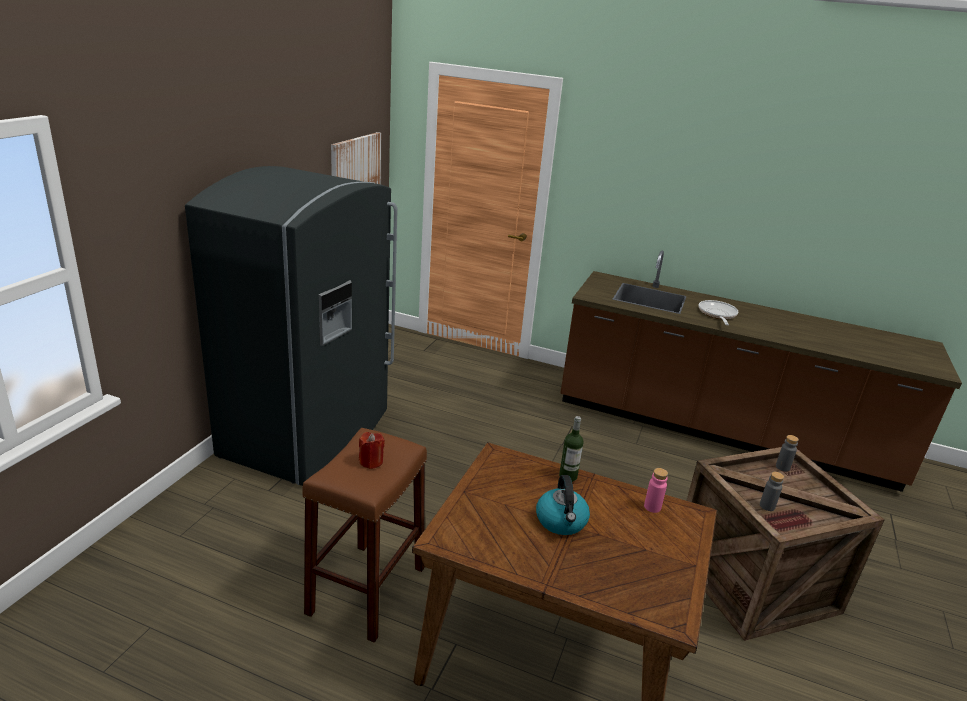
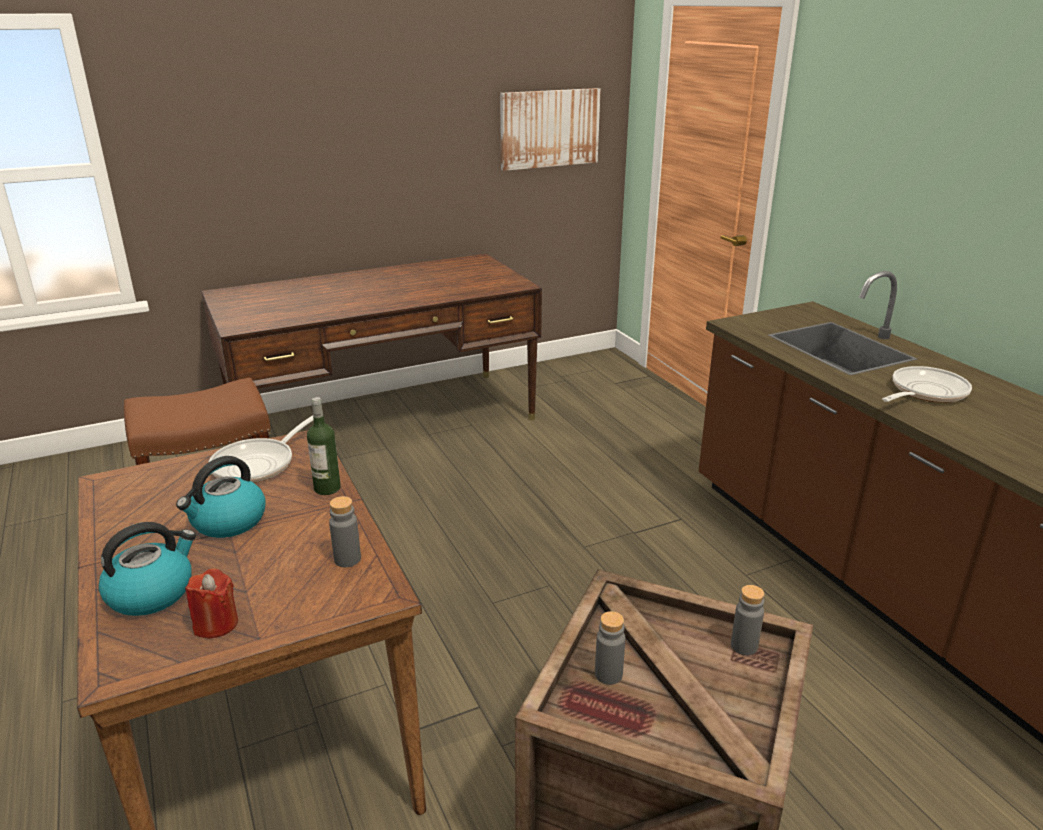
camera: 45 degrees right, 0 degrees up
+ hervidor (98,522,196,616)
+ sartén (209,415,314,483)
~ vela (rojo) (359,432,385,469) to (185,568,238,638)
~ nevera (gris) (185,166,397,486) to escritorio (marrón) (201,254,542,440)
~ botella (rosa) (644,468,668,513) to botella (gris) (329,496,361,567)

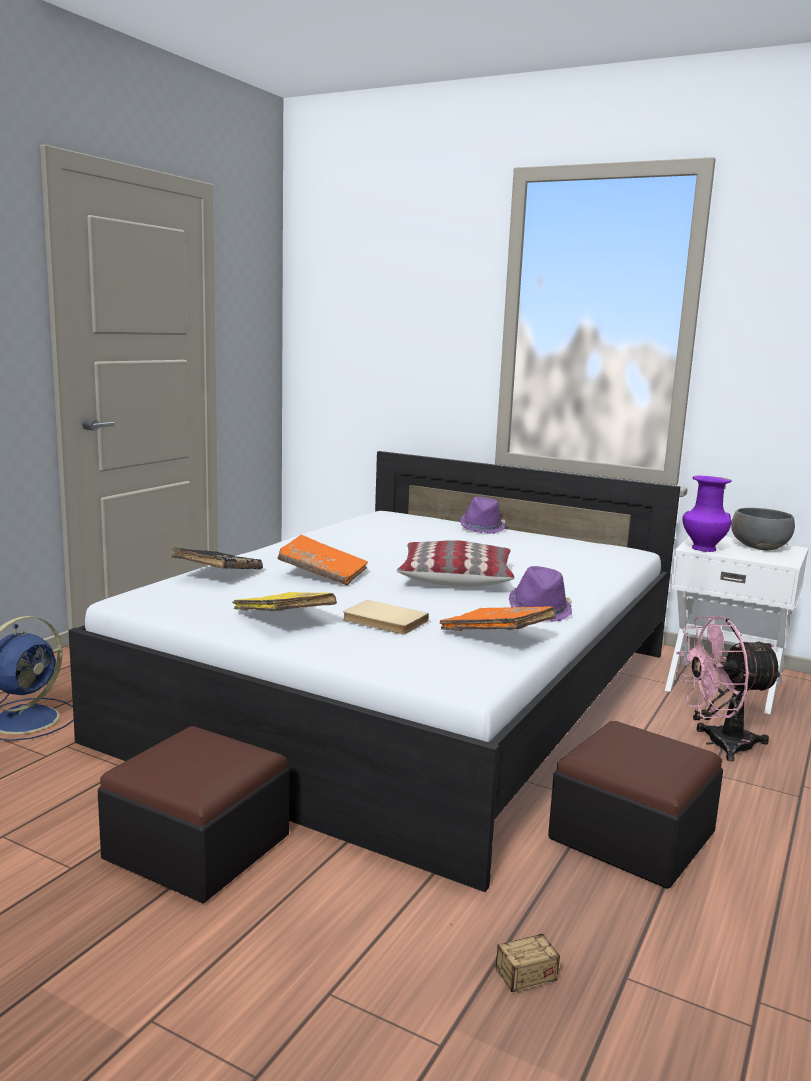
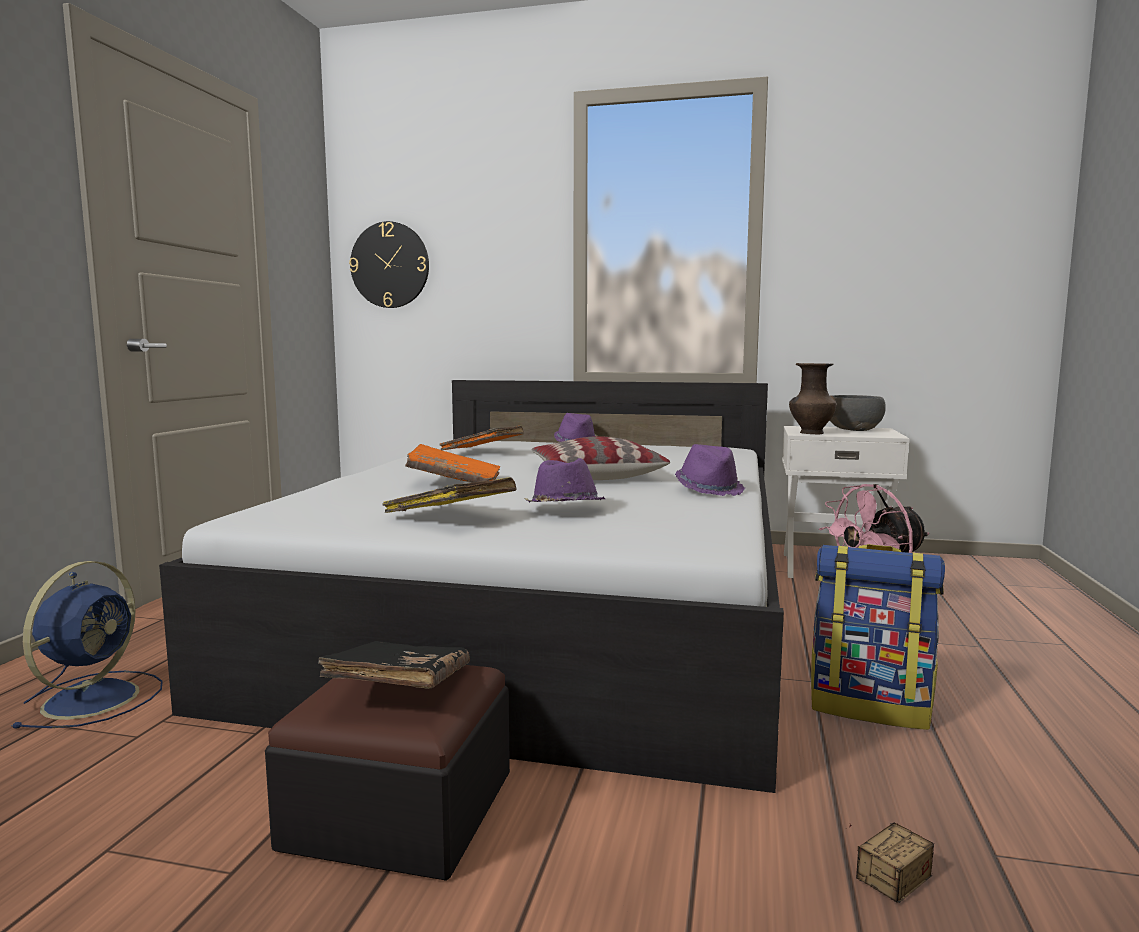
camera: 15 degrees left, 5 degrees down
+ reloj de pared (349,221,429,308)
~ libro (negro) (171,547,263,569) to (318,641,470,689)
~ libro (naranja) (440,607,556,631) to (439,426,524,450)
~ libro (beis) (343,600,429,634) to sombrero (morado) (524,458,605,502)
~ puf (548,721,723,889) to mochila (811,544,945,730)
~ florero (morado) (682,476,732,552) to florero (marrón) (789,363,836,434)

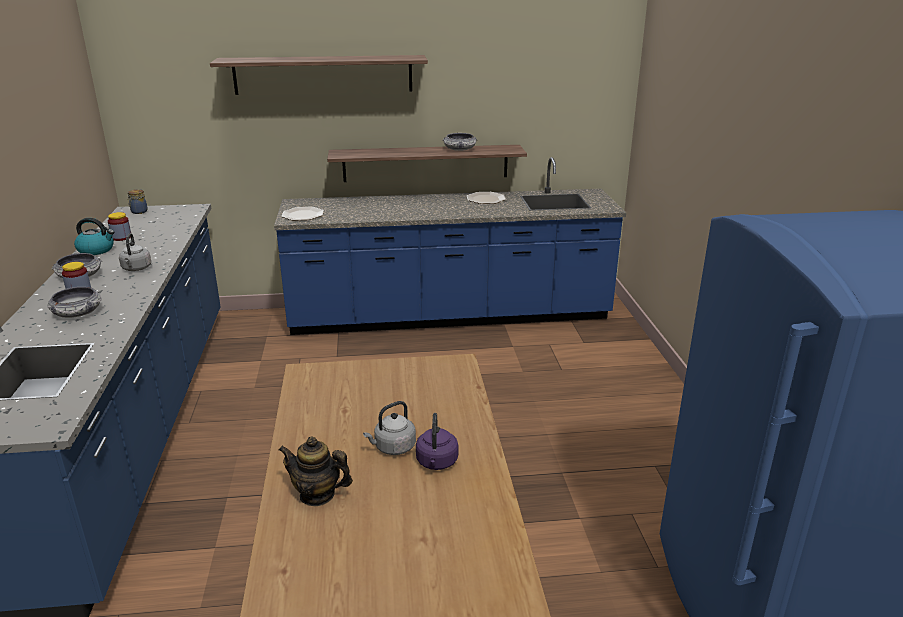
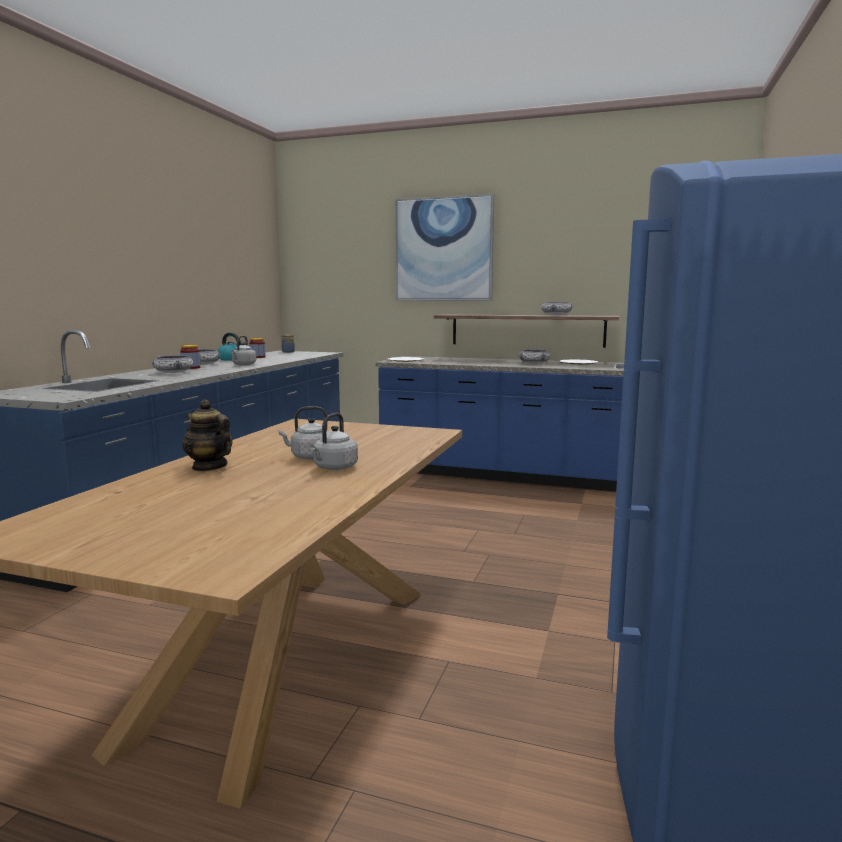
camera: 25 degrees right, 15 degrees down
+ cuenco (518,349,551,364)
~ estante (210,55,428,95) to cuadro (395,194,494,301)
~ hervidor (morado) (416,413,458,470) to hervidor (gris) (310,413,358,470)

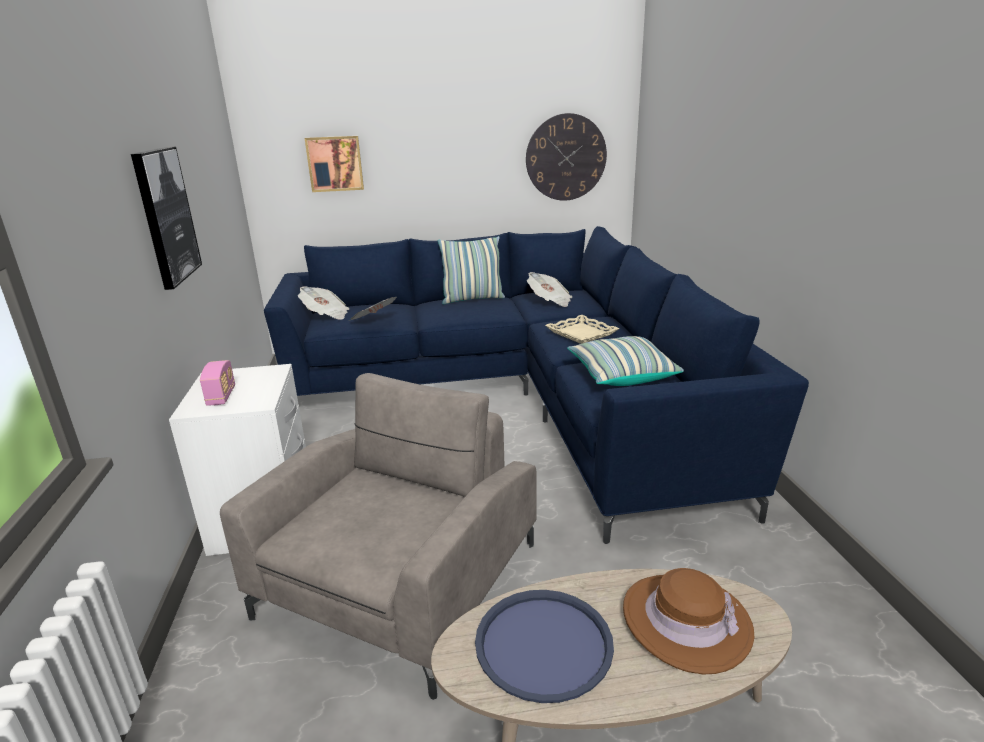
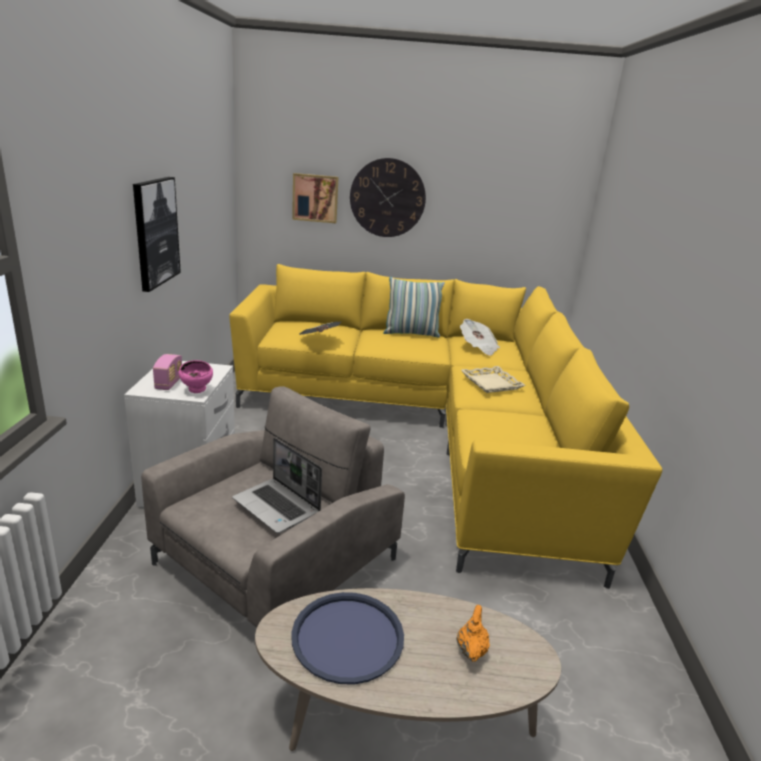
camera: 10 degrees right, 0 degrees up
- periódico (298,286,350,320)
- cojín (567,336,684,386)
+ cuenco (rosa) (179,360,213,393)
+ portátil (232,438,322,533)
~ reloj de pared (526,113,607,201) to (350,158,426,237)
~ sombrero (marrón) (623,568,754,675) to tetera (naranja) (457,605,490,662)
~ sofá (azul) (264,226,809,544) to sofá (amarillo) (229,264,662,589)

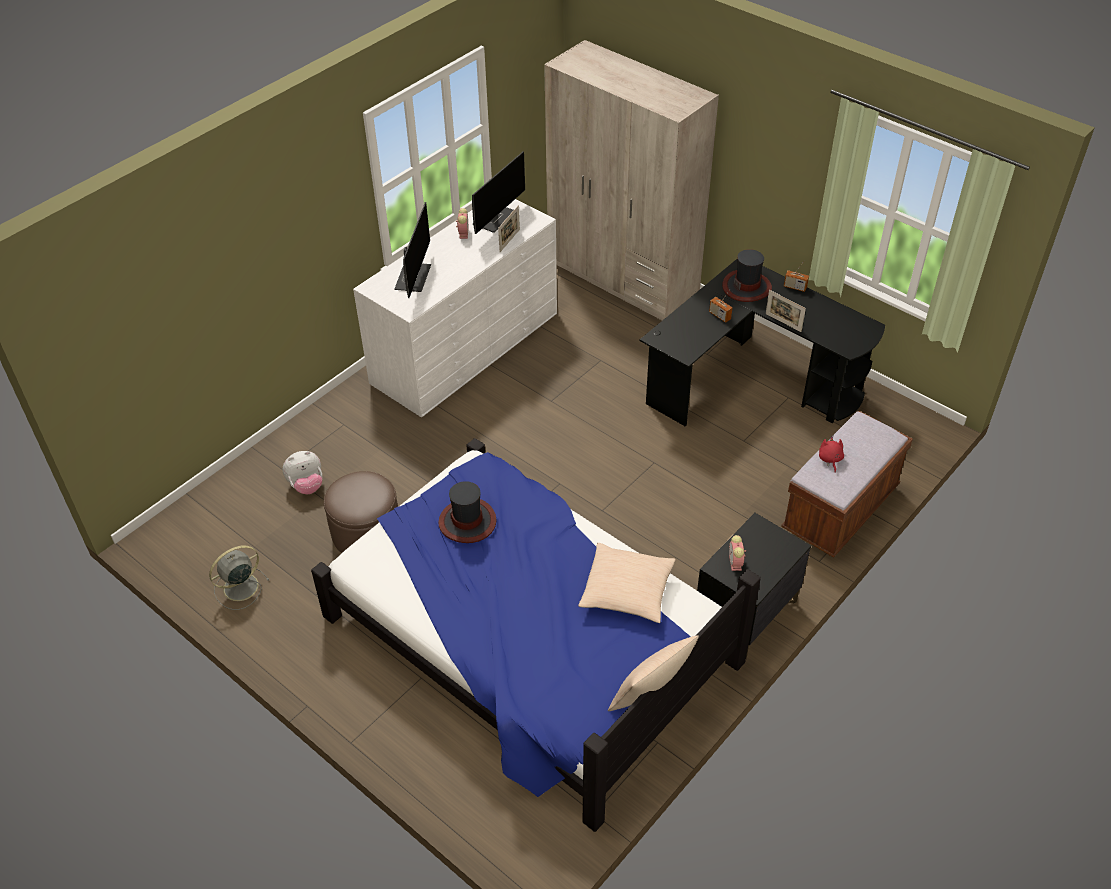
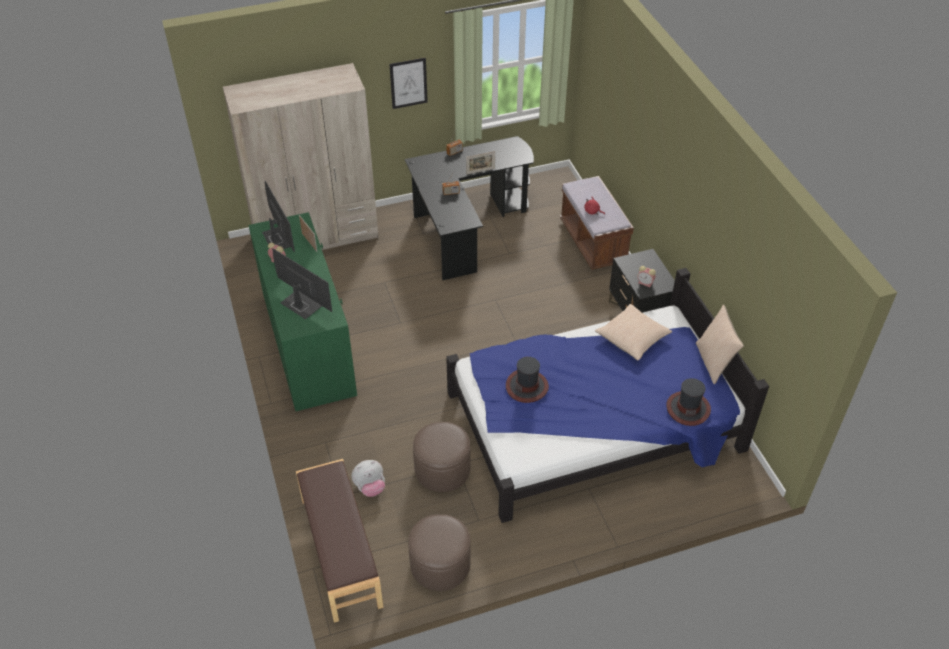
camera: 60 degrees left, 0 degrees up
+ banco (marrón) (296,459,384,623)
+ cuadro (389,57,428,109)
~ sombrero (722,249,772,302) to (666,378,711,426)
~ ventilador (gris) (209,545,269,610) to puf (marrón) (408,514,471,591)
~ cómoda (blanco) (353,199,557,418) to cómoda (verde) (249,212,357,411)
~ peluche (282,451,322,494) = (351,460,385,497) 60 degrees clockwise

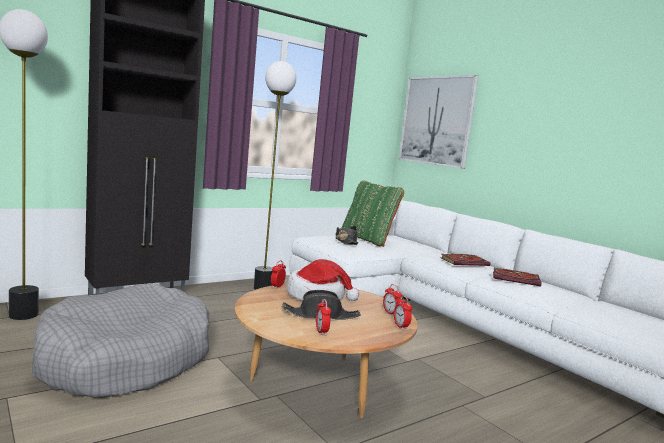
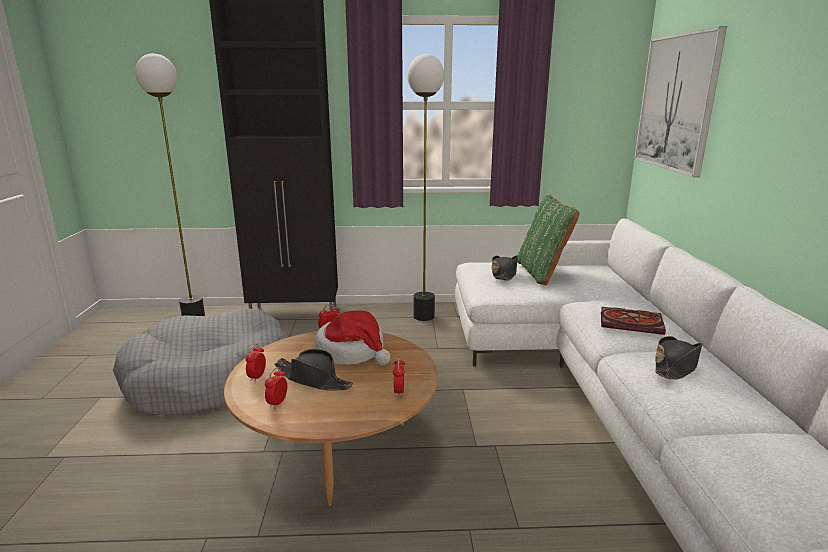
camera: 35 degrees right, 10 degrees up
~ despertador (394,296,412,330) to (245,344,266,382)
~ libro (493,268,542,286) to sombrero (negro) (655,336,703,380)

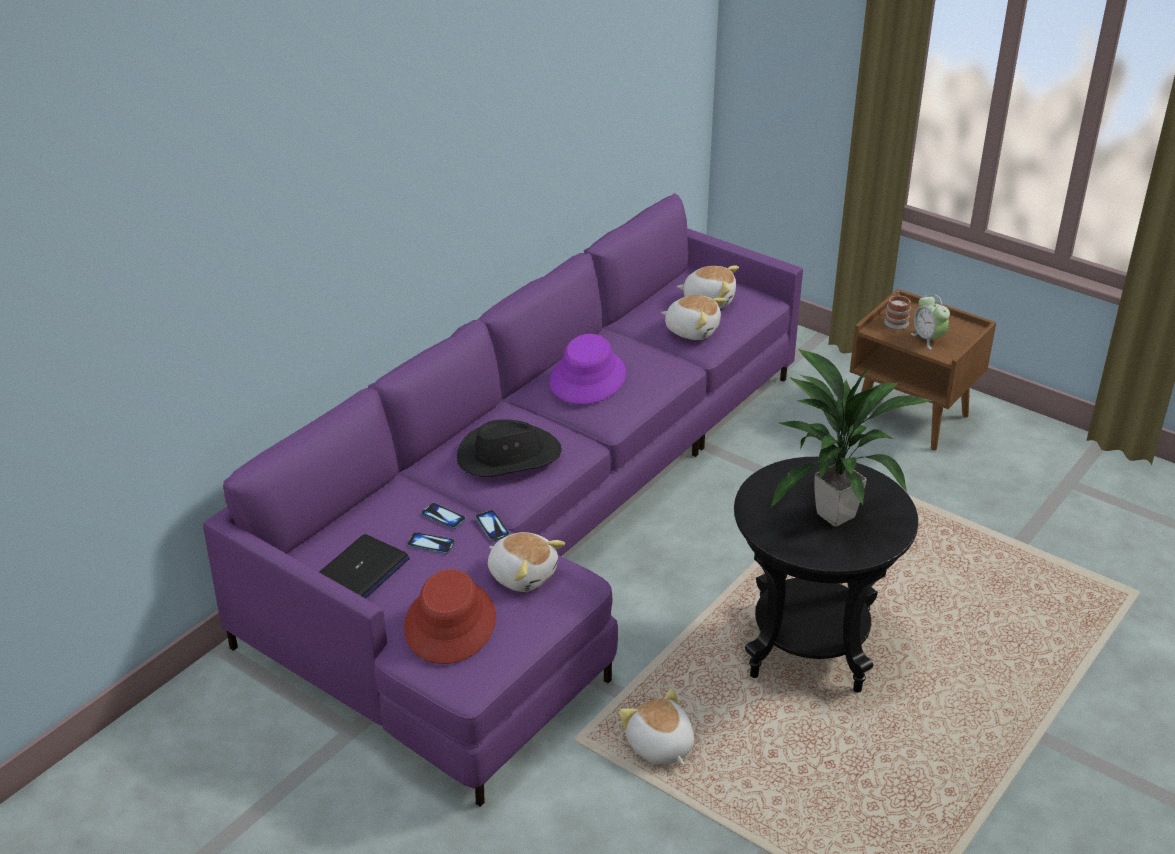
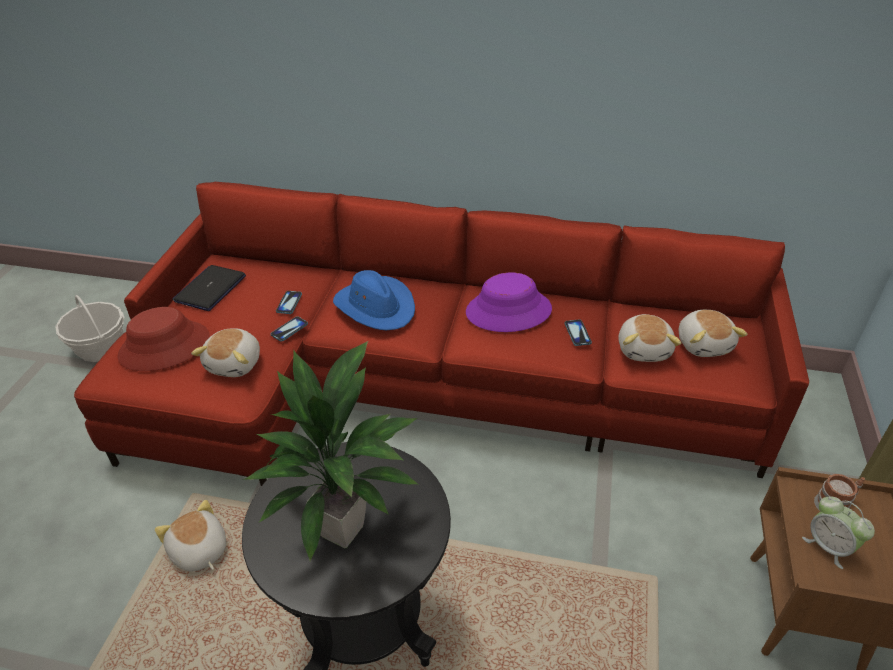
camera: 65 degrees right, 5 degrees up
+ cesta (55,295,125,362)
~ móvil (407,532,455,554) to (564,319,592,346)
~ sofá (morado) (203,193,803,807) to sofá (rojo) (74,182,809,486)
~ sombrero (negro) (457,419,562,477) to sombrero (azul) (333,270,415,330)
~ portátil (319,534,410,599) = (172,265,246,311) 105 degrees clockwise
~ peluche (619,689,694,765) = (155,500,226,572) 75 degrees counterclockwise
~ despertador (911,294,950,349) = (802,497,875,569) 75 degrees counterclockwise

